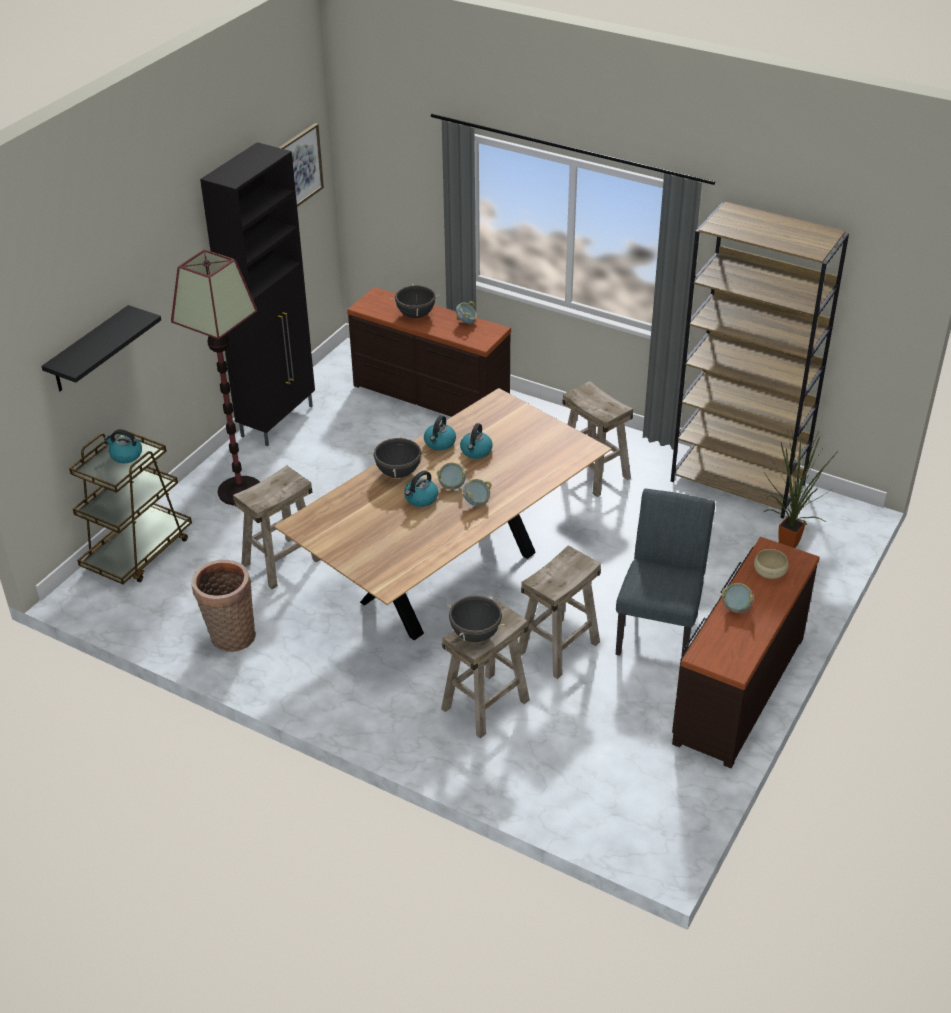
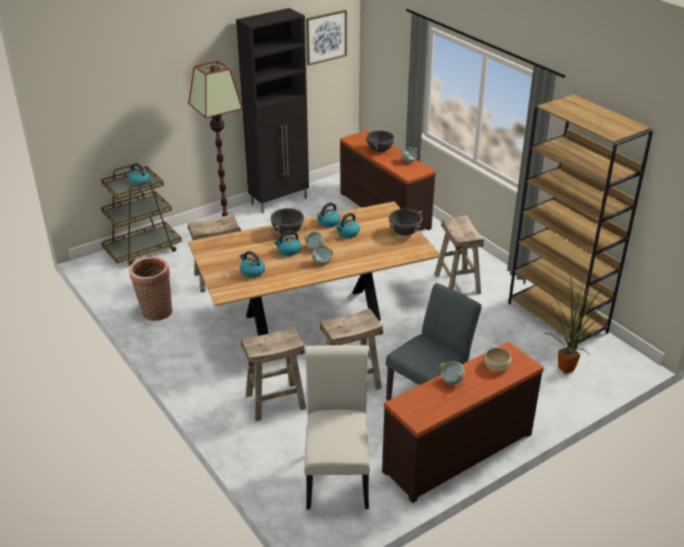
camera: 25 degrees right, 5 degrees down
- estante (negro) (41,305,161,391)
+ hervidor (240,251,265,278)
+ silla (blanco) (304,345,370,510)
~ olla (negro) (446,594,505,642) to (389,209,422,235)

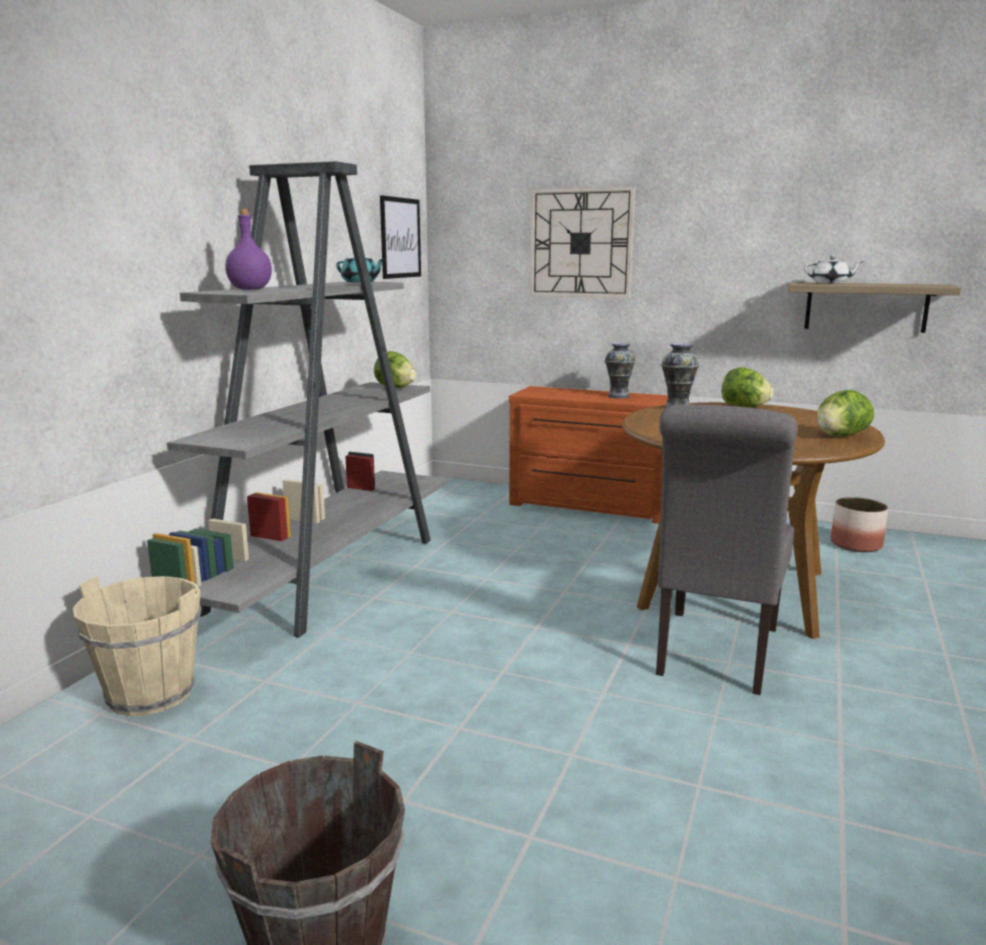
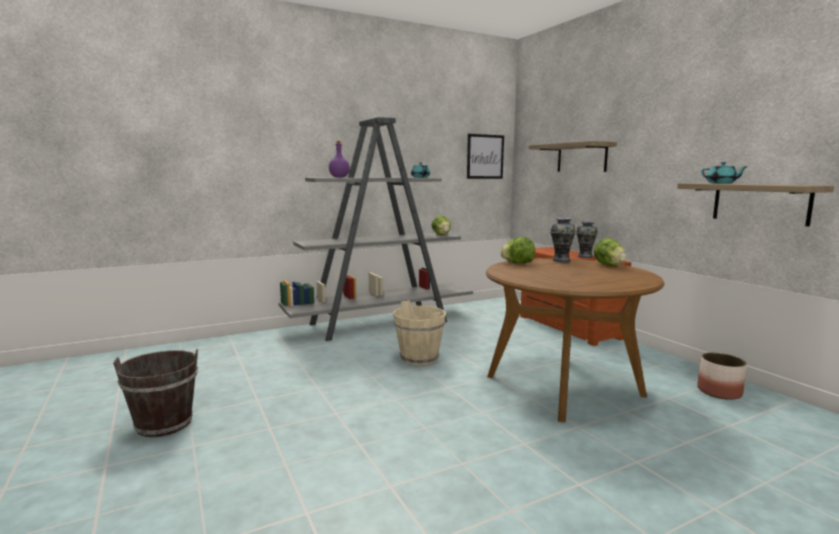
camera: 40 degrees right, 5 degrees down
- silla (gris) (656,404,797,695)
~ cubo (beis) (73,576,201,716) to (393,300,446,365)
~ lechuga (816,390,874,437) to (500,237,535,264)
~ reloj de pared (530,187,635,298) to estante (529,141,617,172)
~ tetera (blanco) (804,255,862,284) to tetera (turquesa) (701,162,748,183)

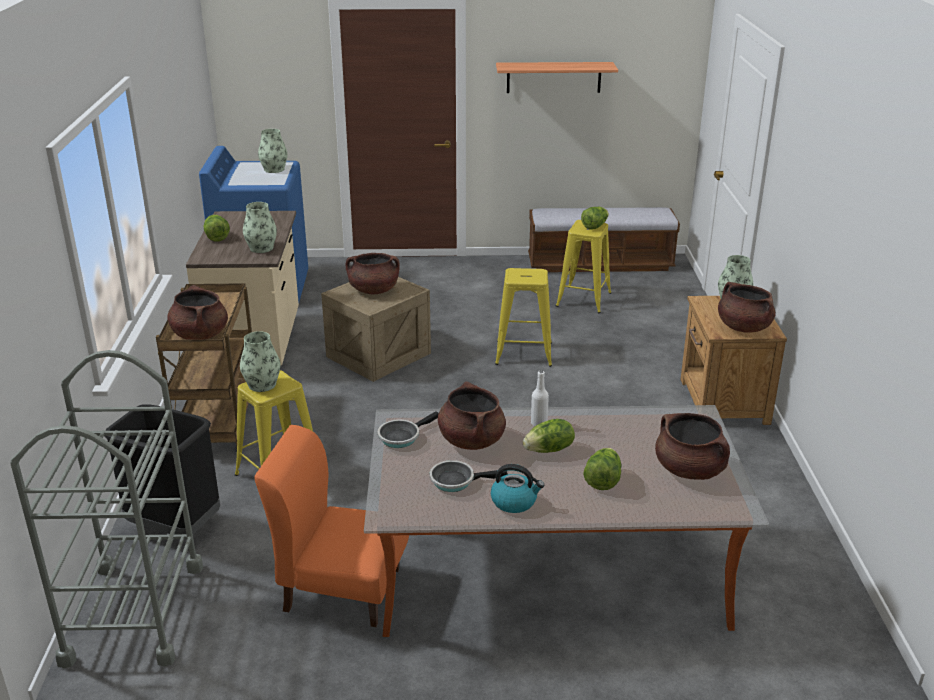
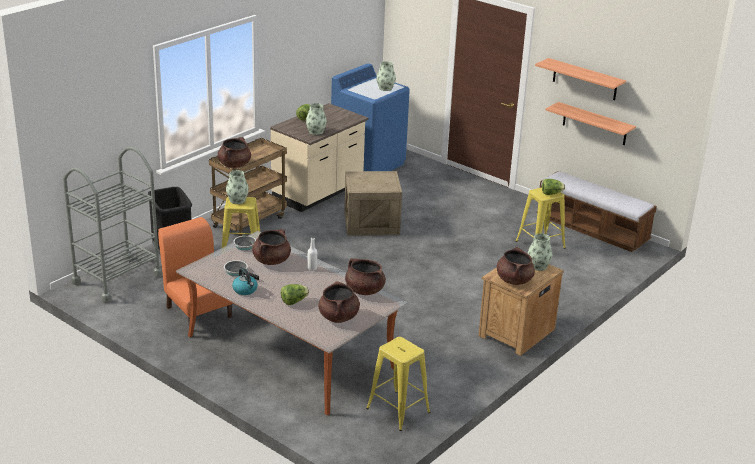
camera: 40 degrees right, 0 degrees up
- lechuga (523,419,575,453)
+ estante (545,102,636,145)
~ olla (marrón) (345,253,400,294) to (345,258,386,295)
~ taburete (amarillo) (495,268,552,367) to (366,337,431,431)

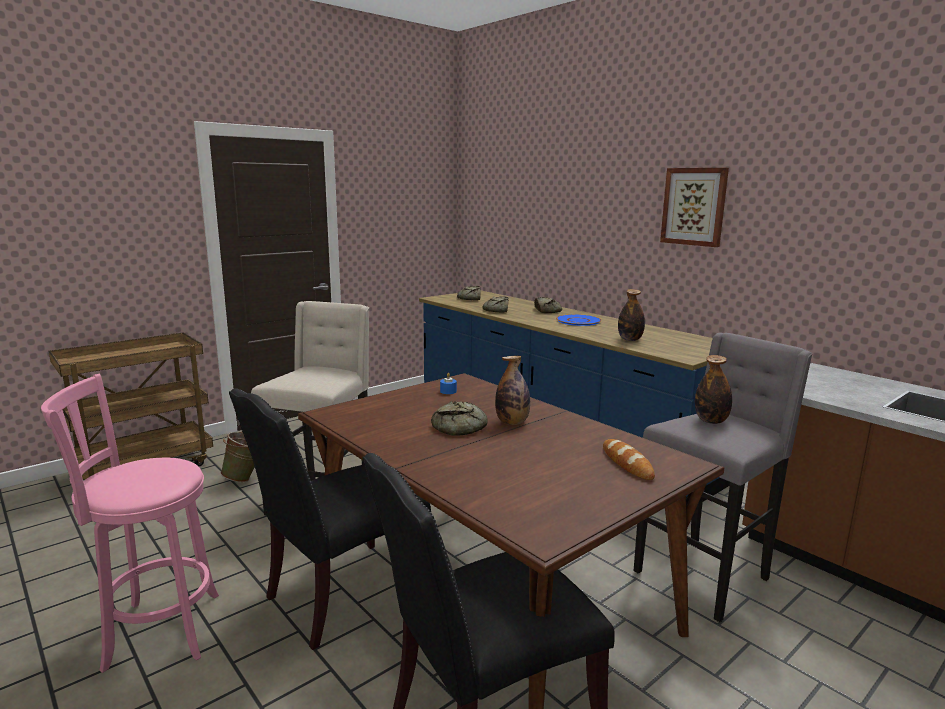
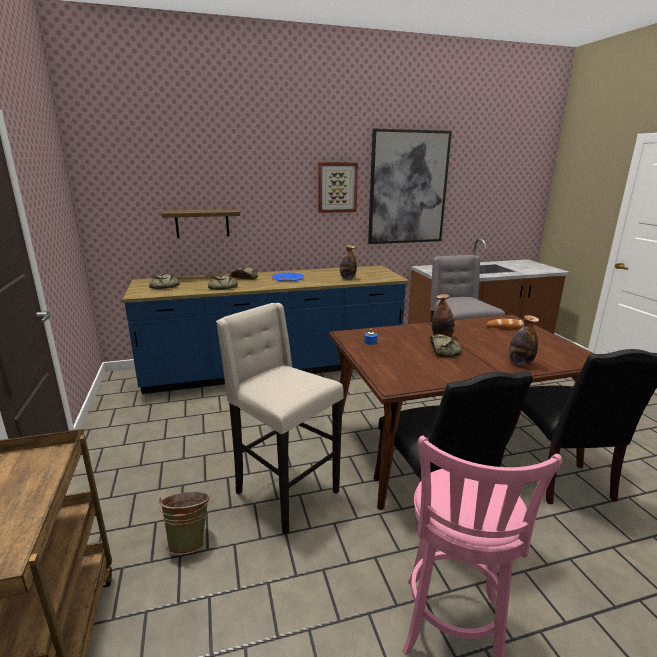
camera: 65 degrees left, 5 degrees up
+ estante (162,209,240,238)
+ cuadro (368,129,452,244)
~ botella (695,355,732,424) to (509,315,539,366)

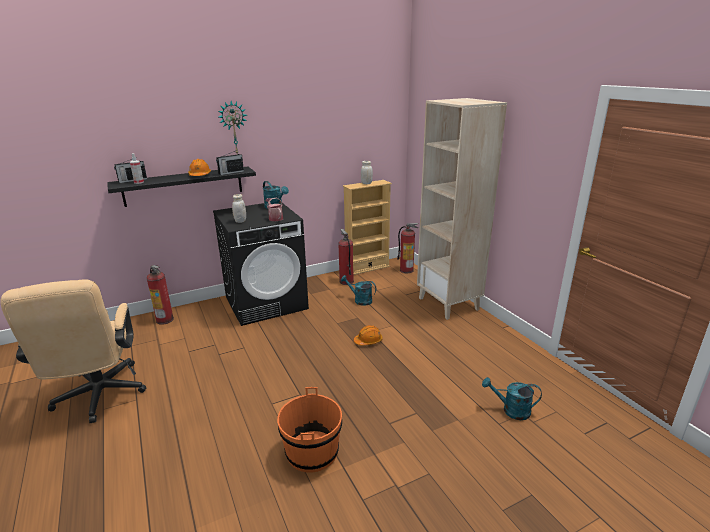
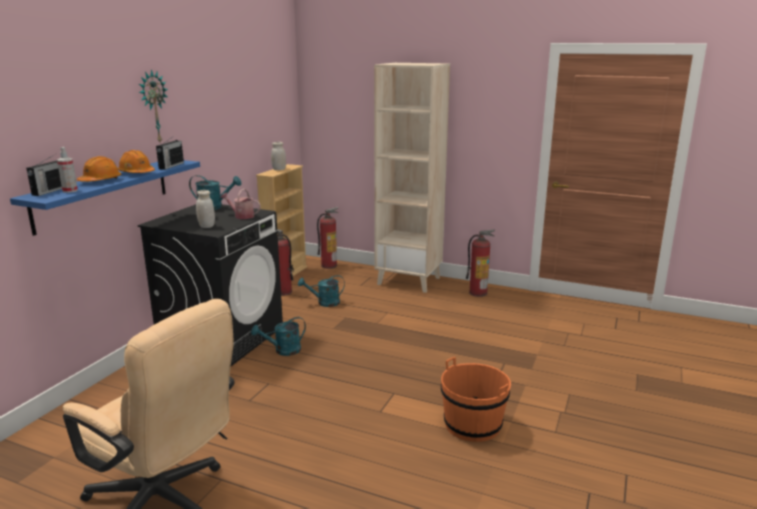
camera: 40 degrees left, 5 degrees down
~ extintor (147,265,174,325) to (466,230,495,297)
~ casco (naranja) (354,325,383,346) to (77,156,121,182)
~ regadera (turquesa) (482,377,542,420) to (251,317,306,356)
~ estante (negro) (107,166,256,207) to estante (azul) (10,160,200,236)

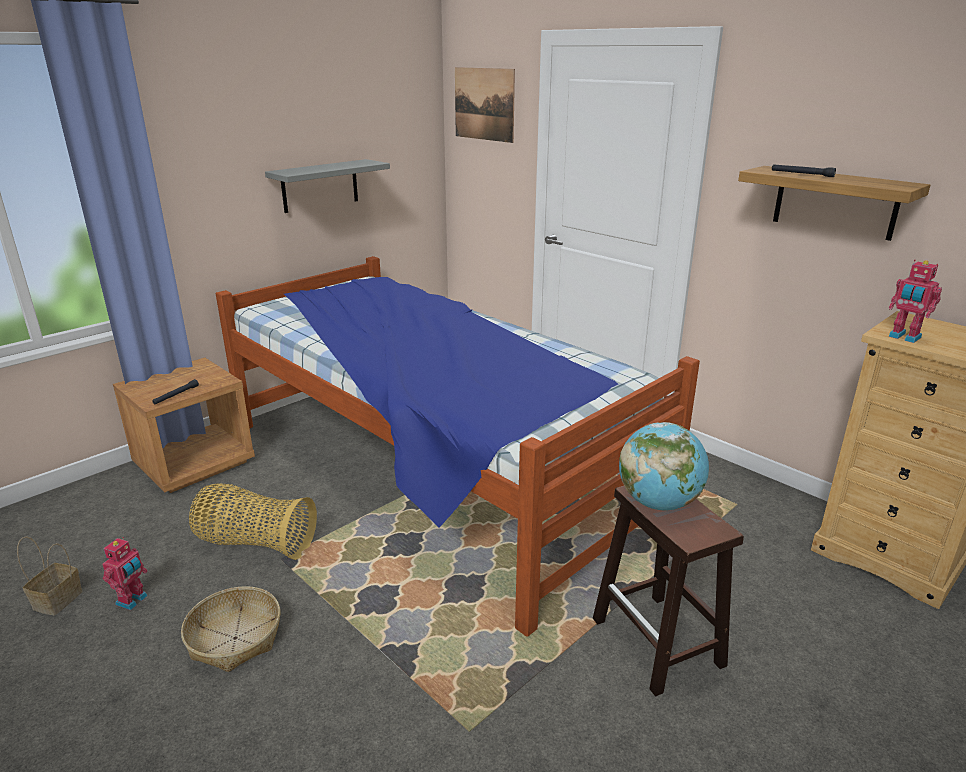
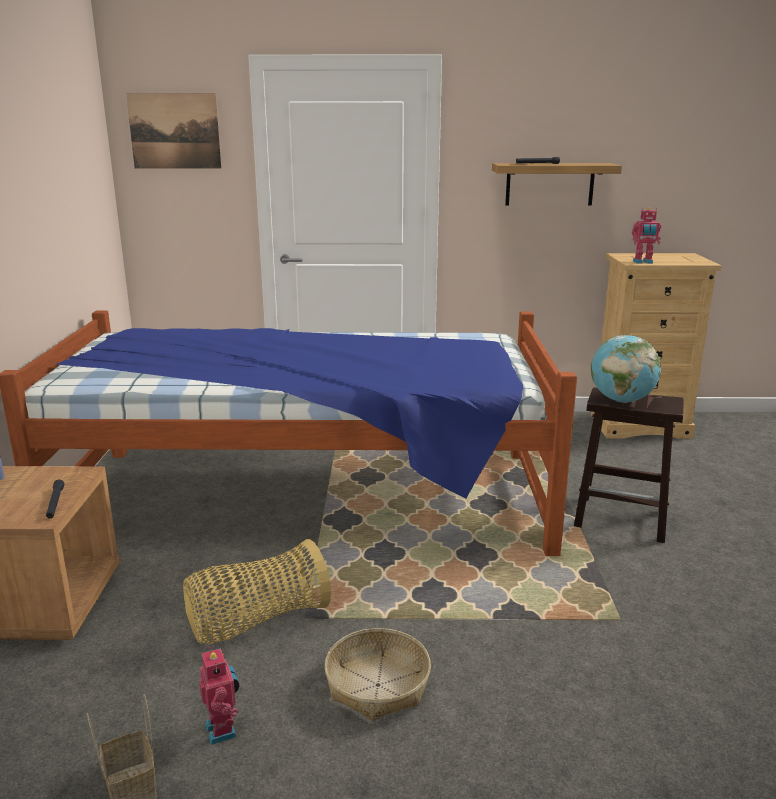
camera: 45 degrees left, 5 degrees down
- estante (gris) (265,159,390,213)

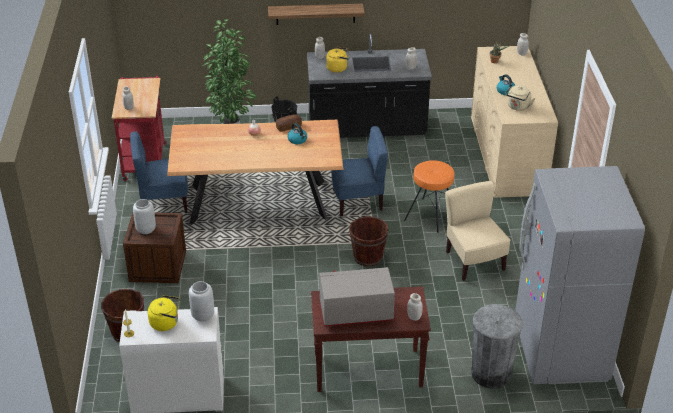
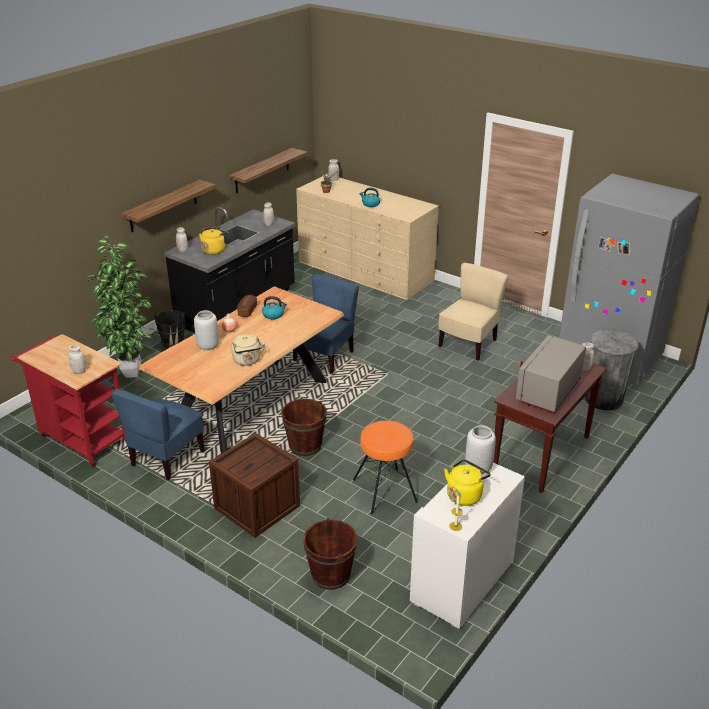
camera: 50 degrees left, 5 degrees down
+ estante (229,148,307,193)
~ florero (gris) (133,199,156,234) to (194,310,219,351)
~ cubo (marrón) (349,216,389,267) to (282,399,327,456)
~ taburete (naranja) (404,160,454,233) to (353,421,418,514)
~ hervidor (beis) (505,85,536,111) to (231,334,265,366)
~ silla (beis) (445,181,510,281) = (439,263,508,361) 105 degrees clockwise

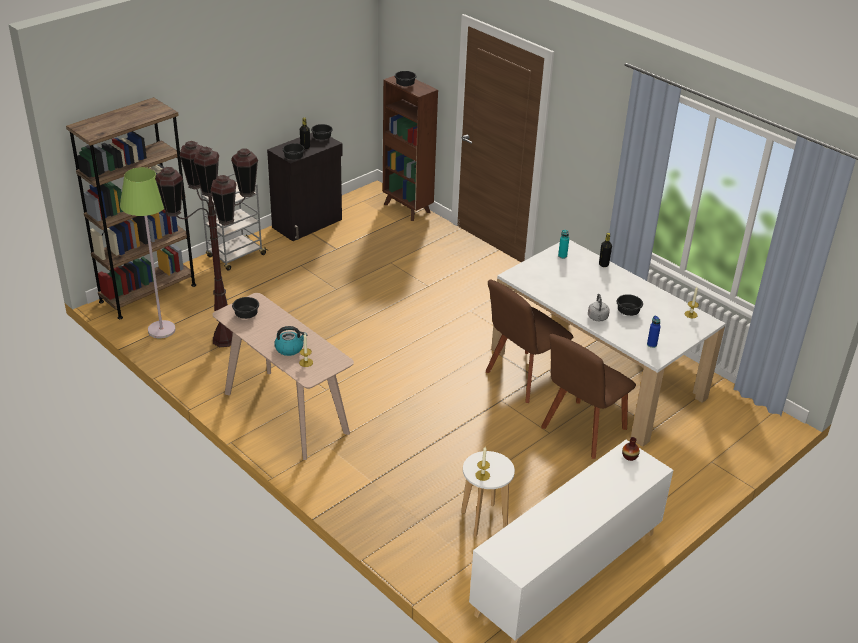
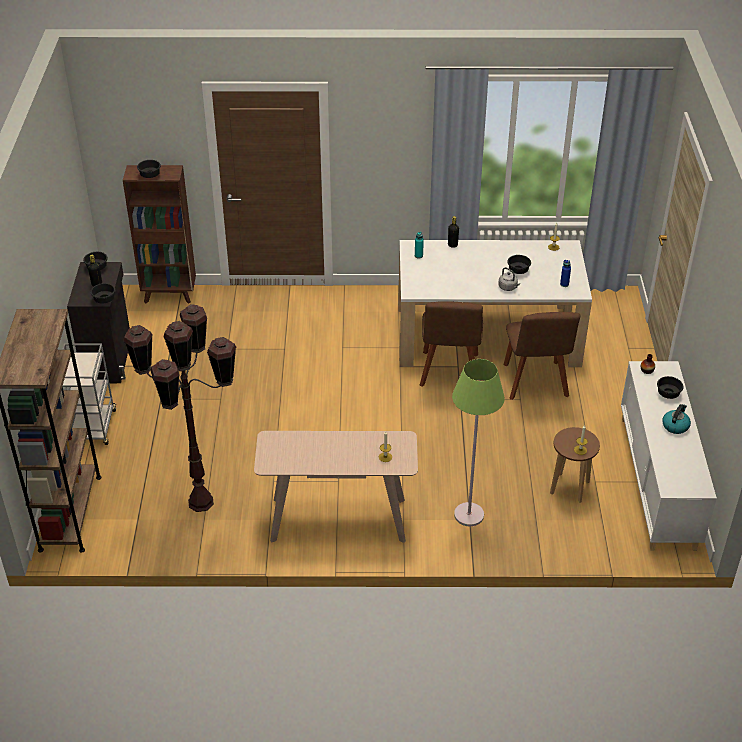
camera: 45 degrees left, 5 degrees up
~ lámpara de pie (verde) (120,167,176,339) to (452,359,505,526)
~ cuenco (negro) (232,297,259,319) to (657,376,683,399)
~ hervidor (274,326,307,356) to (662,404,691,434)
~ taburete (blanco) (461,451,515,537) to taburete (marrón) (550,427,600,503)

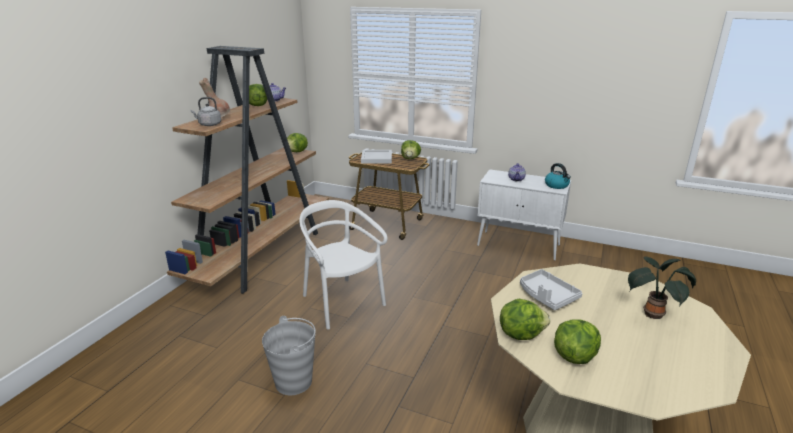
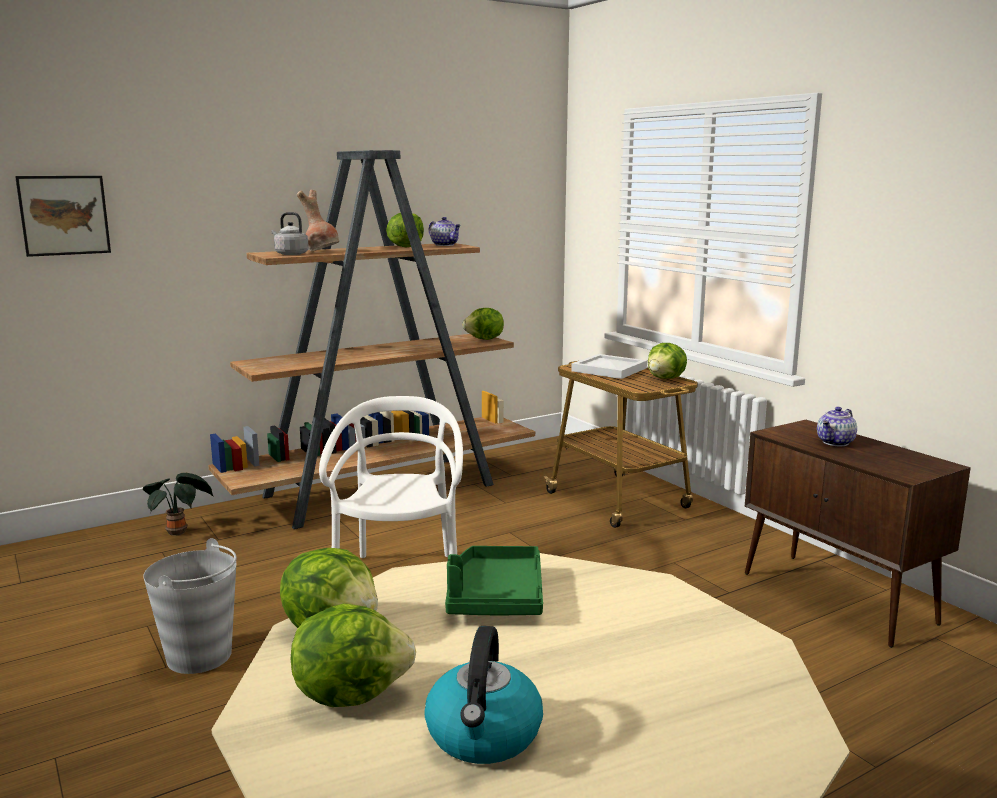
camera: 35 degrees right, 10 degrees down
+ cuadro (15,176,111,257)
~ hervidor (545,163,571,189) to (424,626,543,764)
~ planta en maceta (628,257,696,319) to (143,473,213,536)
~ armario (blanco) (477,169,571,261) to armario (marrón) (745,420,971,648)
~ bandeja (gris) (520,269,582,310) to bandeja (verde) (445,546,543,615)

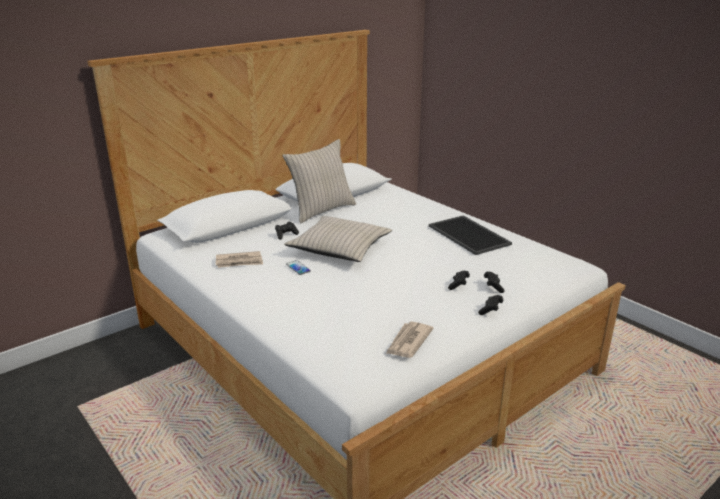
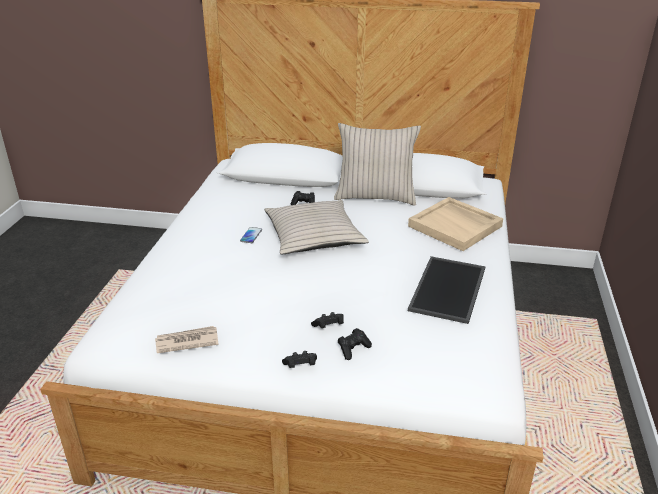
camera: 50 degrees right, 5 degrees up
- periódico (216,251,263,268)
+ bandeja (beis) (408,197,503,251)

